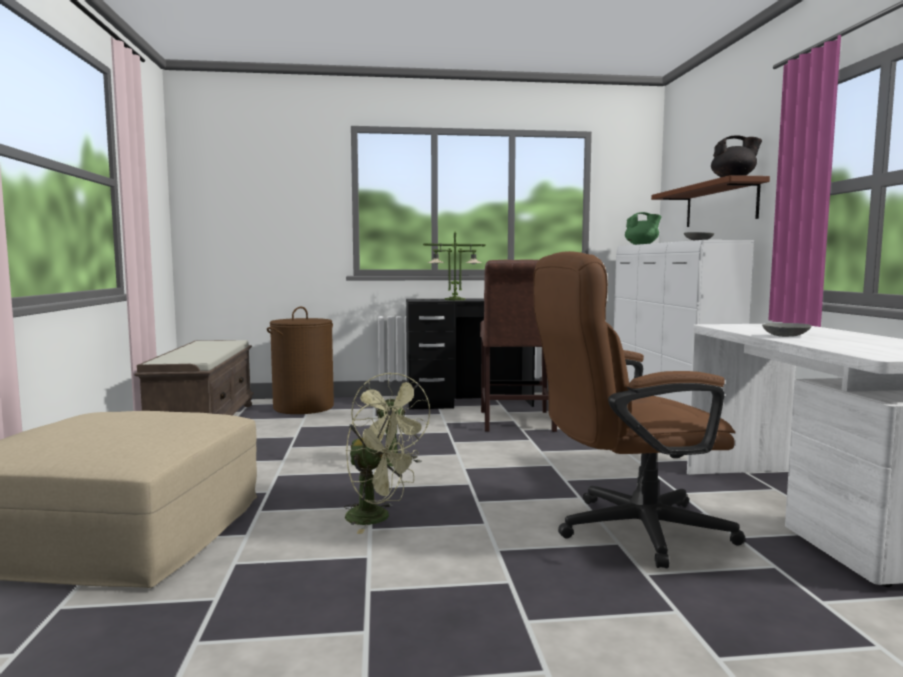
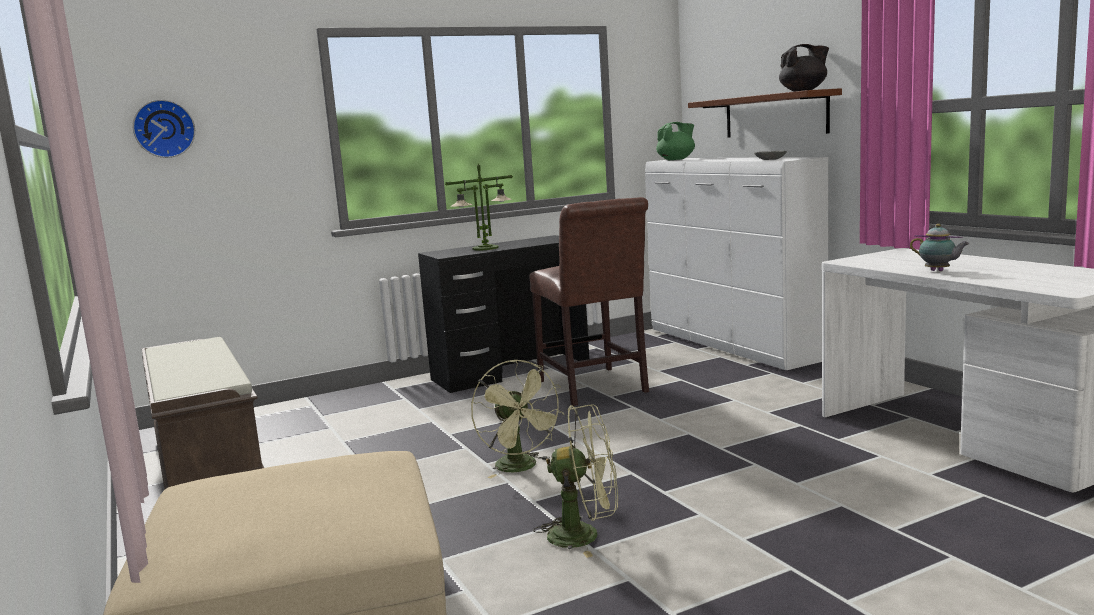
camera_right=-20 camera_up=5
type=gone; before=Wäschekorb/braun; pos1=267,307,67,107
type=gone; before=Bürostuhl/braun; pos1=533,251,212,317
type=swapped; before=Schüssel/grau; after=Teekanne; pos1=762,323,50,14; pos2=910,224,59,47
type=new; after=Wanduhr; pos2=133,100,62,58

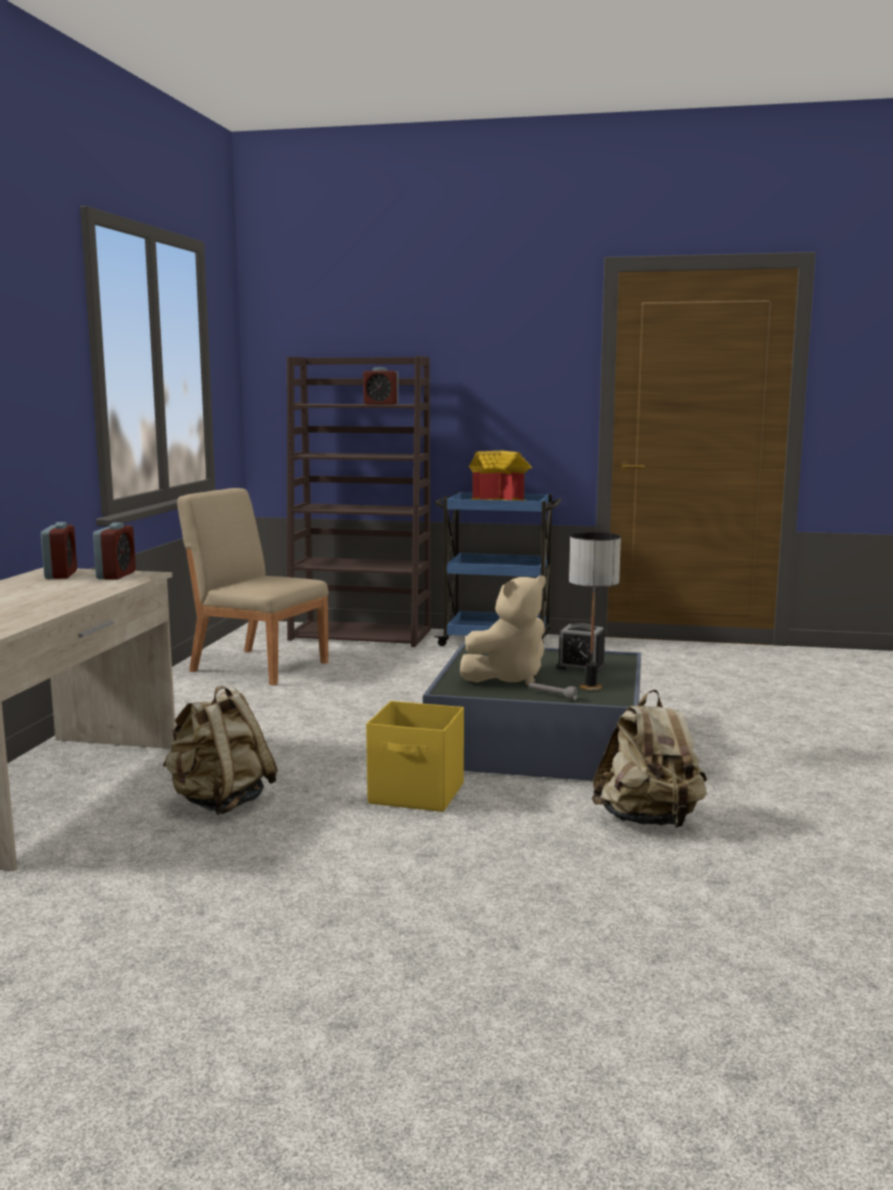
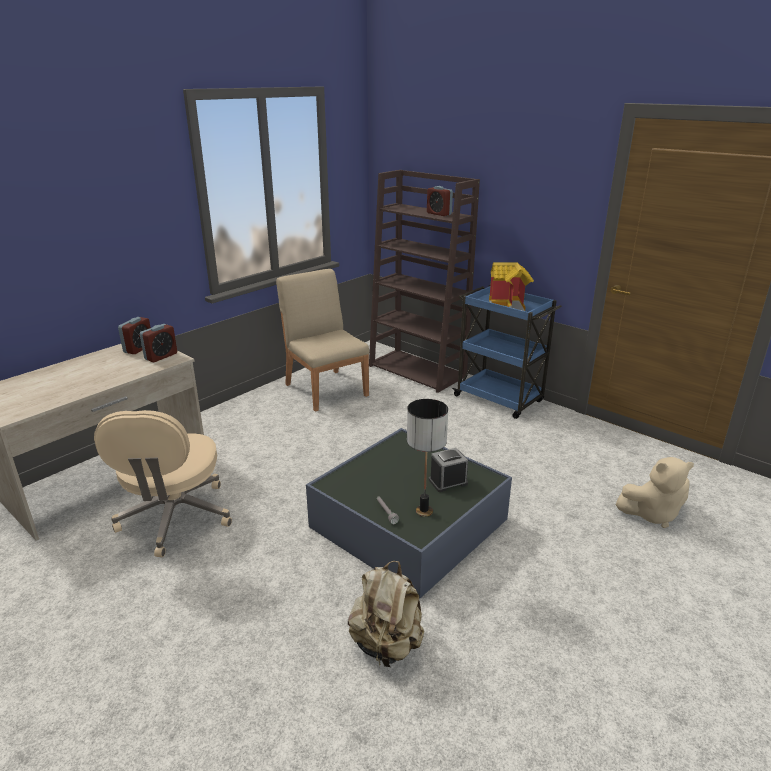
camera_right=30 camera_up=15
type=swapped; before=Rucksack/beige; after=Bürostuhl/beige; pos1=163,686,115,129; pos2=94,410,138,147
type=gone; before=Aufbewahrungsbox/gelb; pos1=366,701,98,111
type=shifted; before=Plüschtier/beige; pos1=460,575,86,111; pos2=616,457,78,71
type=rotated; before=Wecker; pos1=556,623,50,50; pos2=429,448,39,44; turn=105

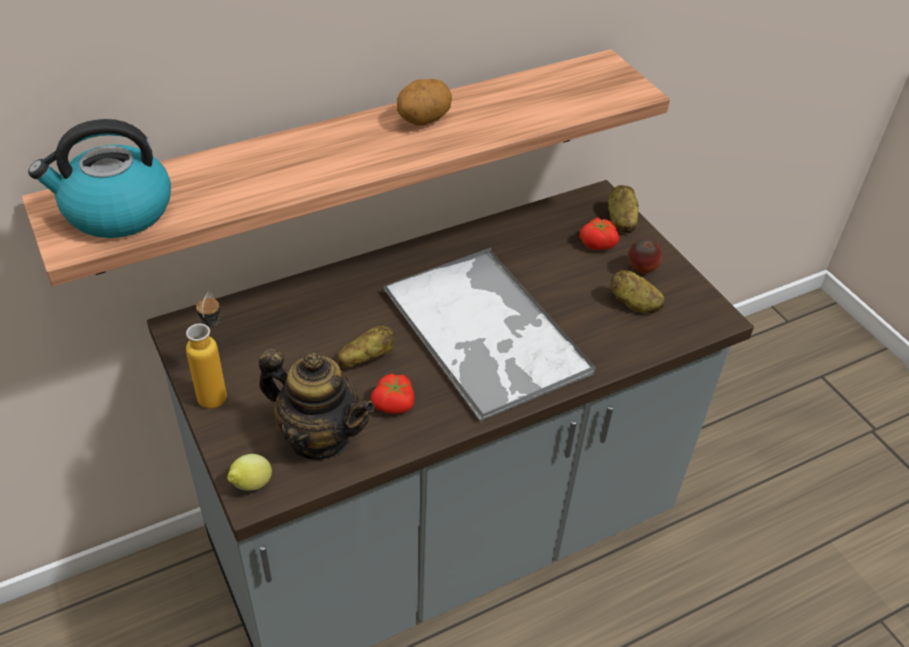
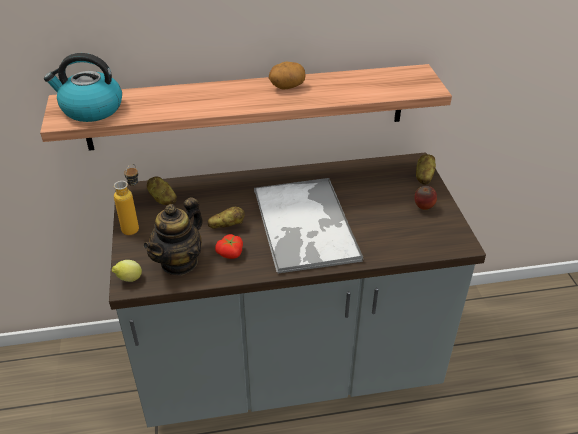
camera_right=20 camera_up=-5
type=rotated; before=Teekanne; pos1=259,349,116,111; pos2=143,197,60,79; turn=75
type=gone; before=Tomate; pos1=580,217,40,33
type=shifted; before=Kartoffel; pos1=610,270,55,43; pos2=147,176,30,29

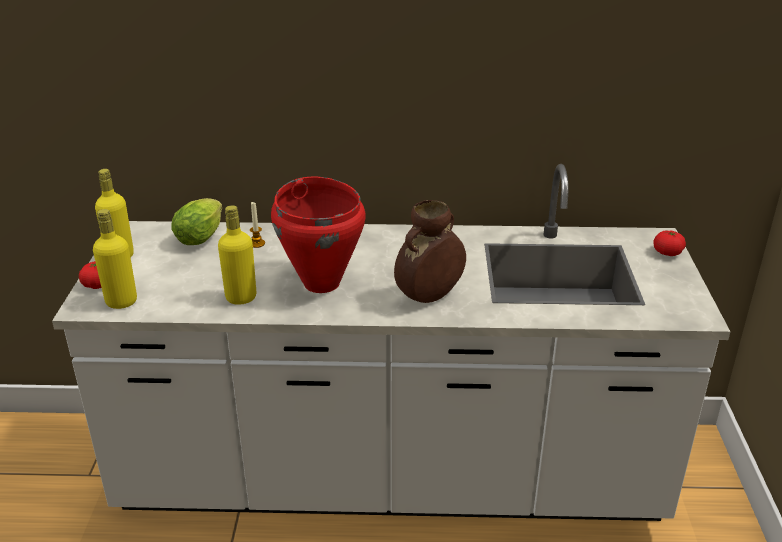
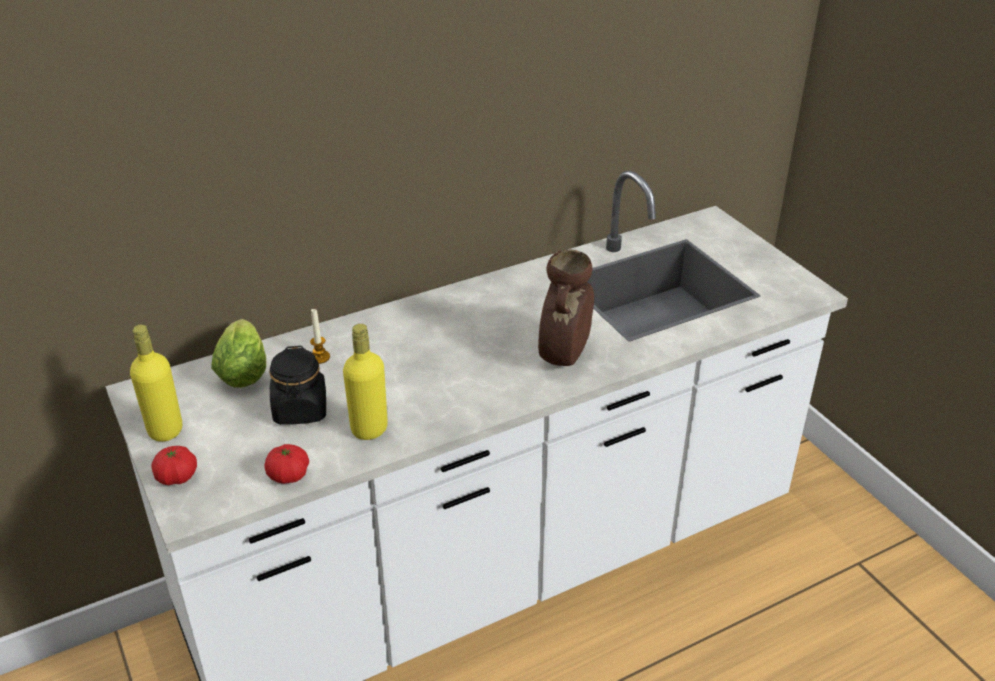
camera_right=-30 camera_up=5
type=gone; before=Flasche/gelb; pos1=93,209,44,100
type=gone; before=Kochtopf/rot; pos1=271,177,94,116
type=shifted; before=Tomate; pos1=653,230,33,26; pos2=264,444,45,40
type=new; after=Vorratsglas/schwarz; pos2=269,346,57,79

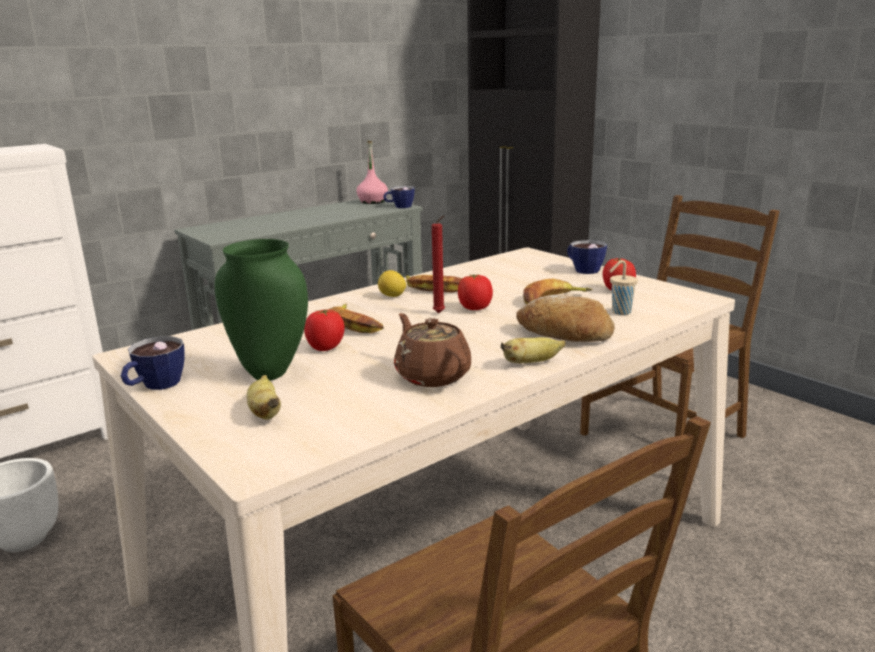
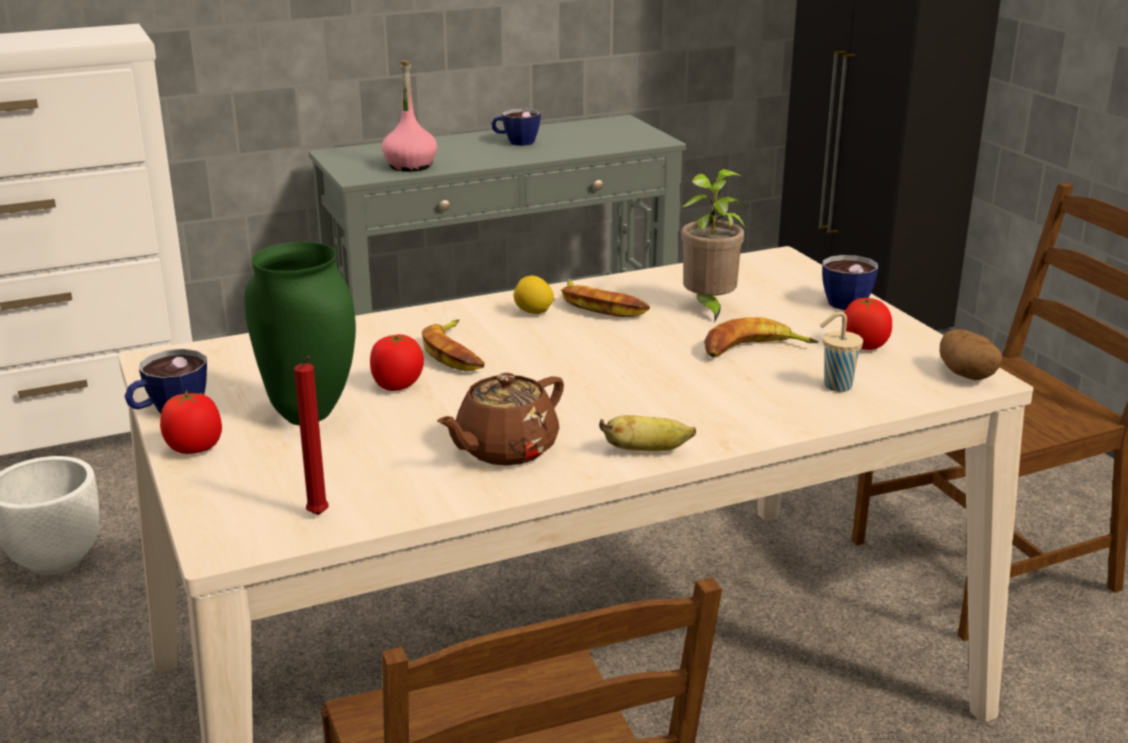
camera_right=15 camera_up=5
type=gone; before=Banane; pos1=247,375,34,45
type=shifted; before=Flasche/rosa; pos1=356,141,32,63; pos2=382,60,55,112
type=shifted; before=Tasse; pos1=383,186,32,22; pos2=491,108,50,38
type=rotated; before=Teekanne/braun; pos1=394,313,77,74; pos2=437,373,127,93; turn=-120
type=shifted; before=Kerze/rot; pos1=432,216,13,97; pos2=294,356,35,159
type=shifted; before=Tomate; pos1=458,274,35,36; pos2=160,390,62,64
type=gone; before=Brot; pos1=516,295,98,47
type=new; after=Topfpflanze; pos2=680,169,67,154
type=new; after=Kartoffel; pos2=939,329,63,51

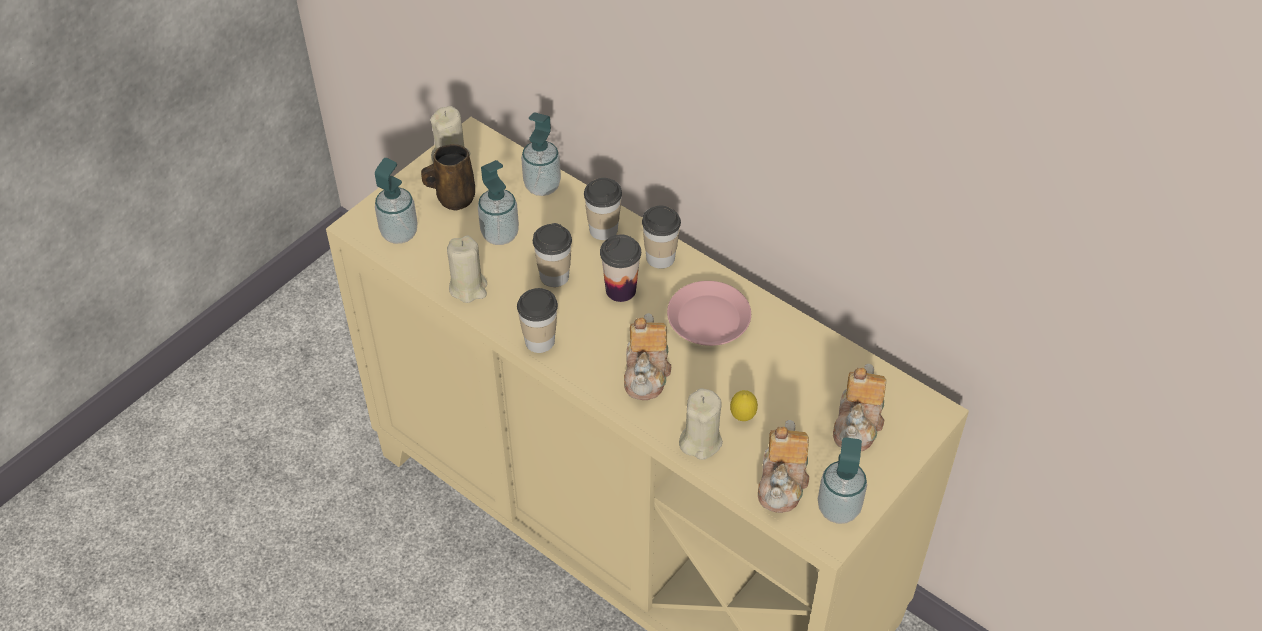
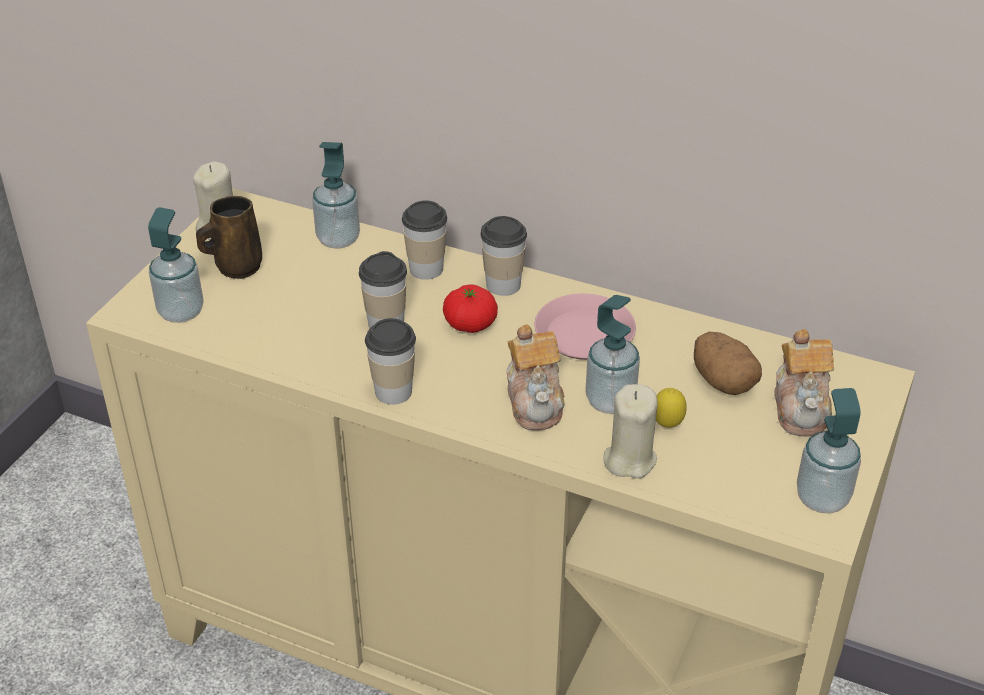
camera_right=-15 camera_up=-10
type=gone; before=Kerze/beige; pos1=447,235,40,68
type=shifted; before=Seifenspender; pos1=478,160,41,85; pos2=585,295,55,119
type=swapped; before=Tasse; after=Tomate; pos1=600,235,41,67; pos2=443,284,55,49
type=gone; before=Teekanne; pos1=758,420,51,93
type=new; after=Kartoffel; pos2=694,332,68,63

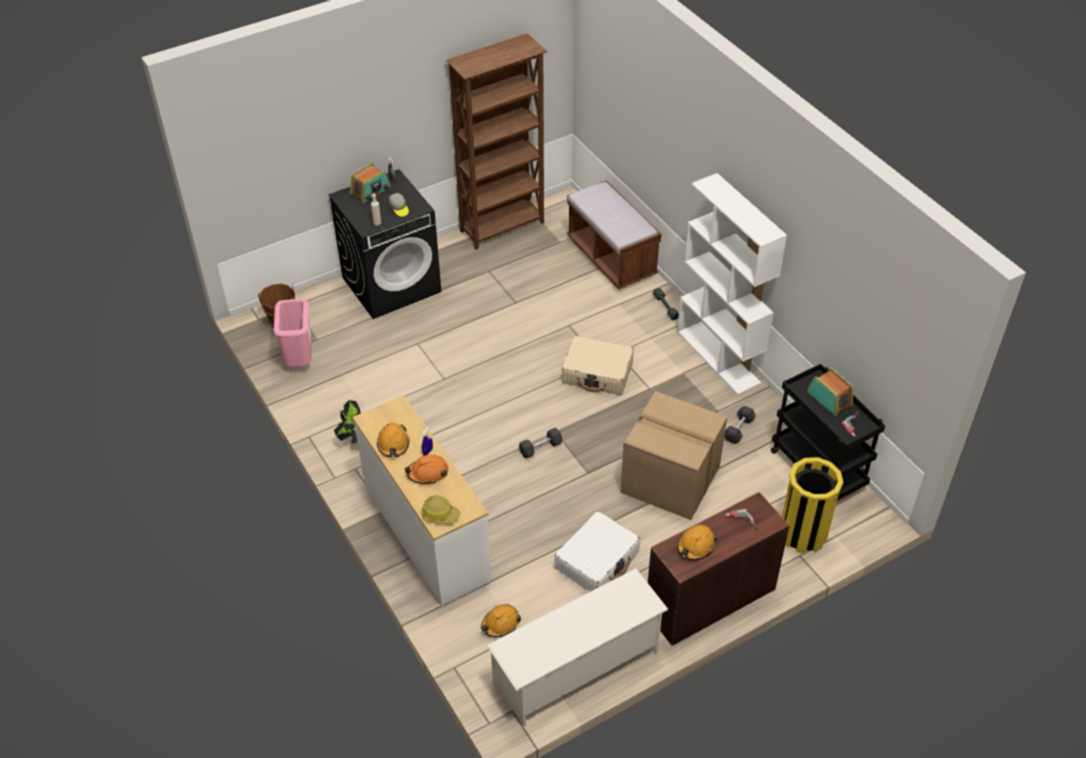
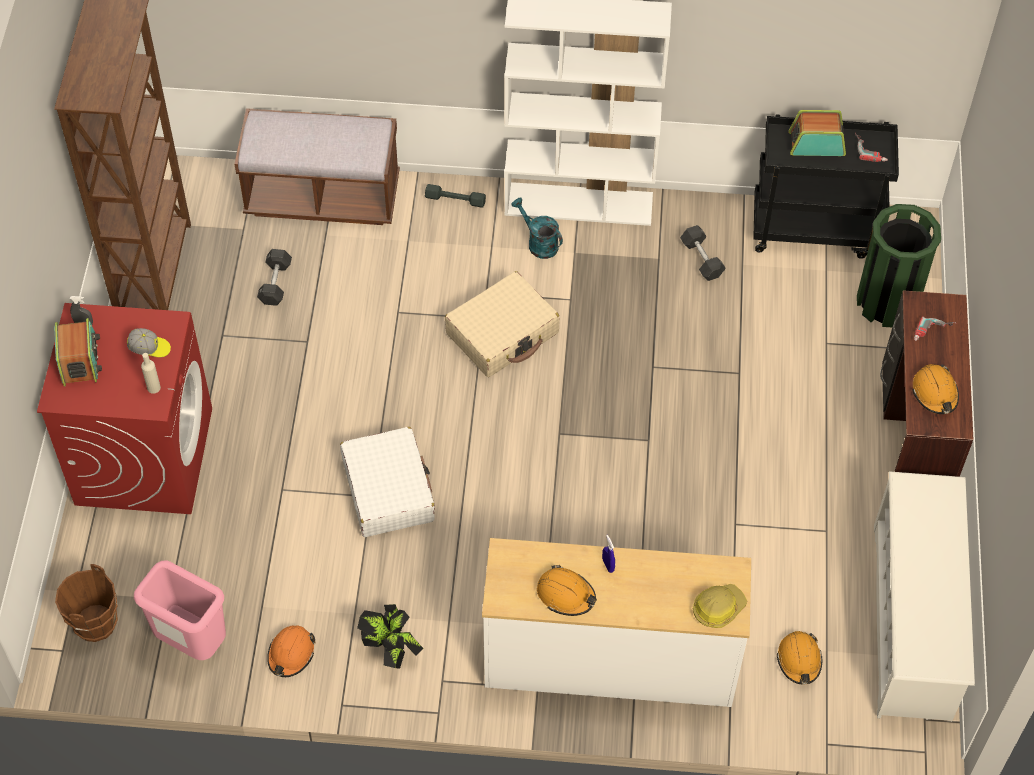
camera_right=-55 camera_up=10
type=repainted; before=Waschmaschine/schwarz; after=Waschmaschine/rot; pos1=328,169,113,150; pos2=37,303,175,211
type=shifted; before=Schutzhelm/orange; pos1=404,454,44,30; pos2=267,625,49,52
type=shifted; before=Hantel/grau; pos1=519,428,43,30; pos2=257,249,35,57
type=shifted; before=Koffer/weiß; pos1=554,511,86,81; pos2=340,427,95,110
type=gone; before=Karton; pos1=620,391,107,129
type=repainted; before=Mülleimer/gelb; after=Mülleimer/grün; pos1=782,457,61,97; pos2=857,204,84,123
type=new; after=Gießkanne/türkis; pos2=511,198,52,61

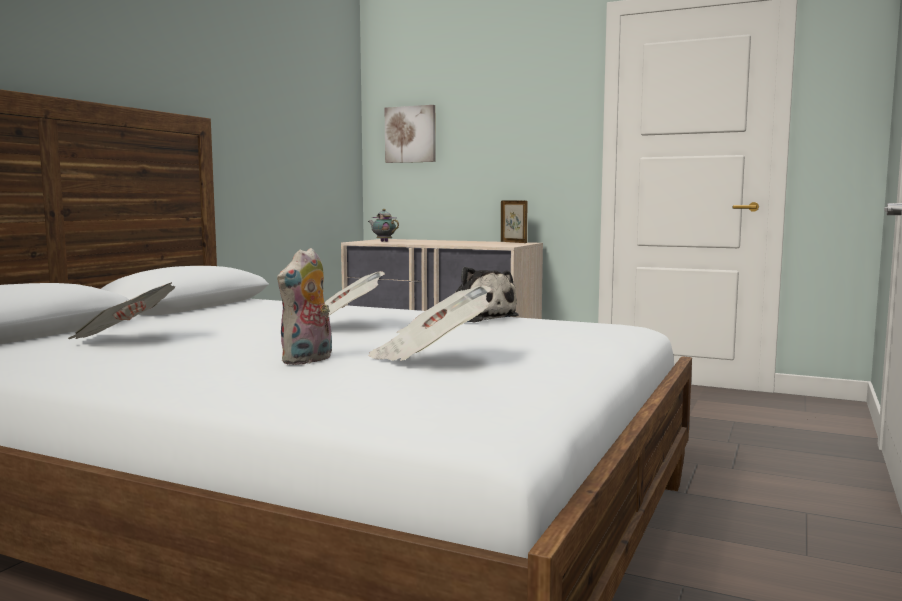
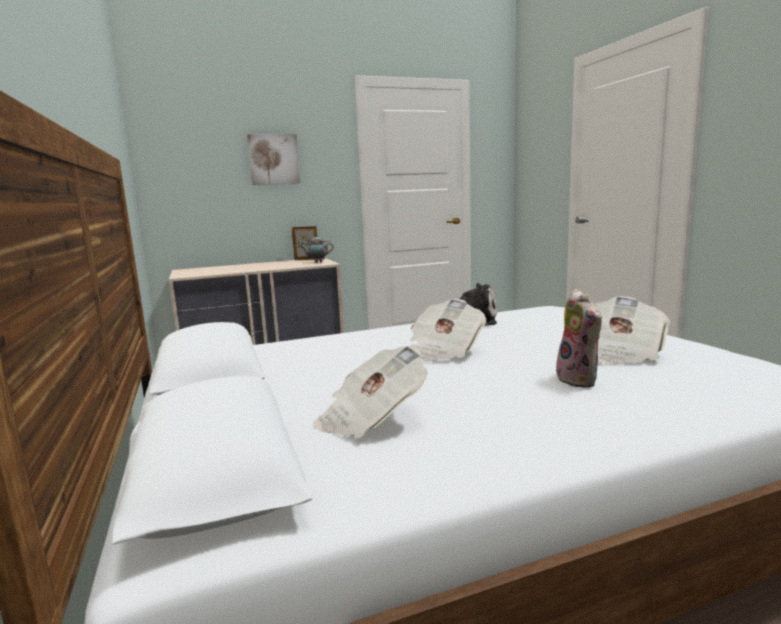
camera_right=-45 camera_up=5
type=shifted; before=Teekanne; pos1=368,209,31,33; pos2=301,235,33,28
type=shifted; before=Bild; pos1=385,105,51,58; pos2=247,134,53,51

